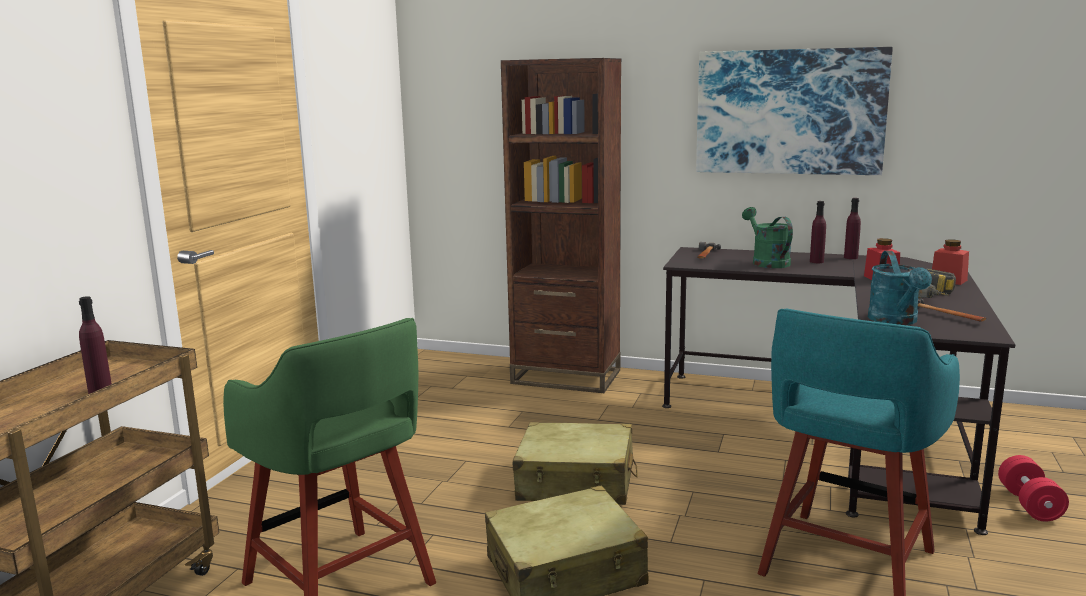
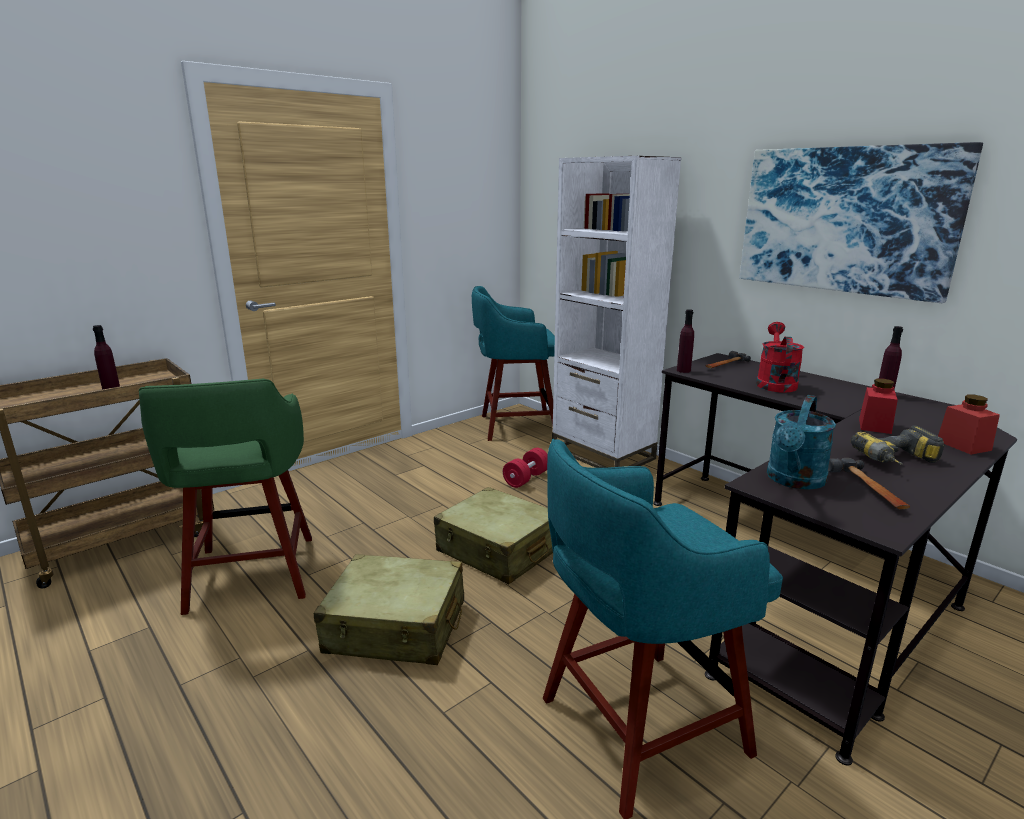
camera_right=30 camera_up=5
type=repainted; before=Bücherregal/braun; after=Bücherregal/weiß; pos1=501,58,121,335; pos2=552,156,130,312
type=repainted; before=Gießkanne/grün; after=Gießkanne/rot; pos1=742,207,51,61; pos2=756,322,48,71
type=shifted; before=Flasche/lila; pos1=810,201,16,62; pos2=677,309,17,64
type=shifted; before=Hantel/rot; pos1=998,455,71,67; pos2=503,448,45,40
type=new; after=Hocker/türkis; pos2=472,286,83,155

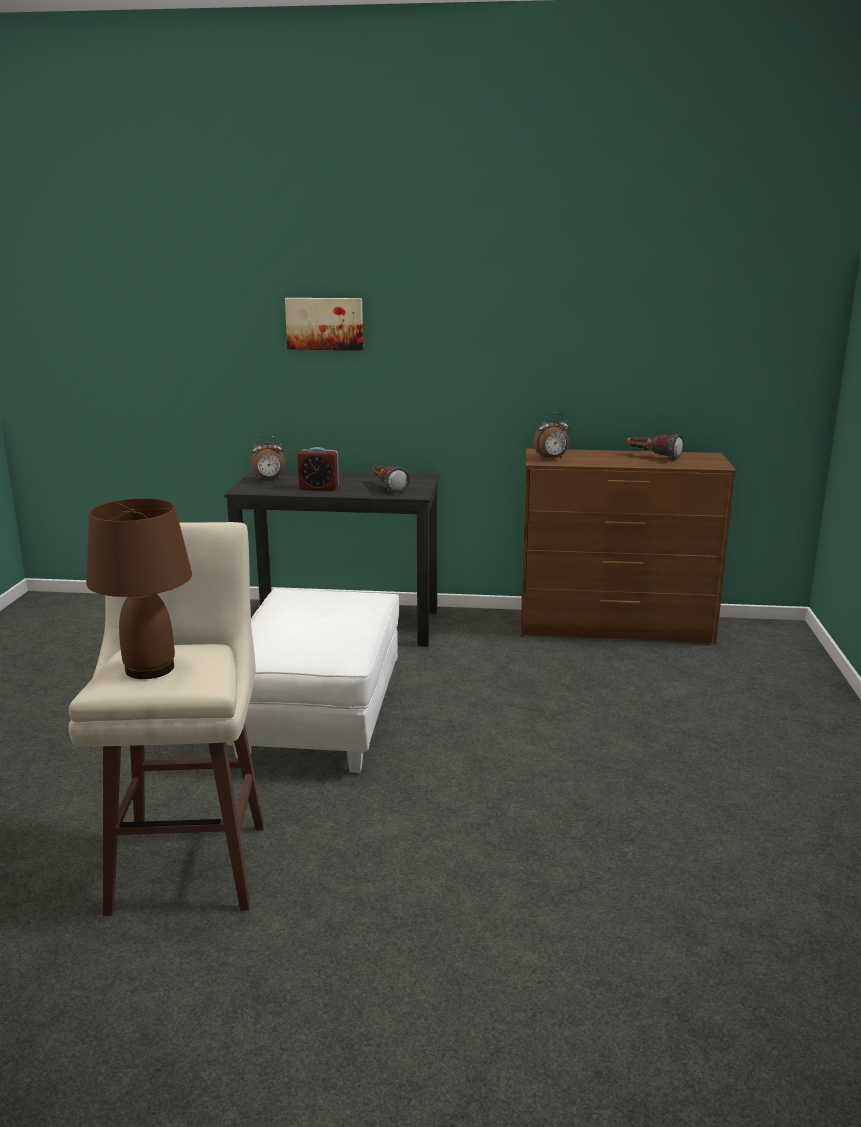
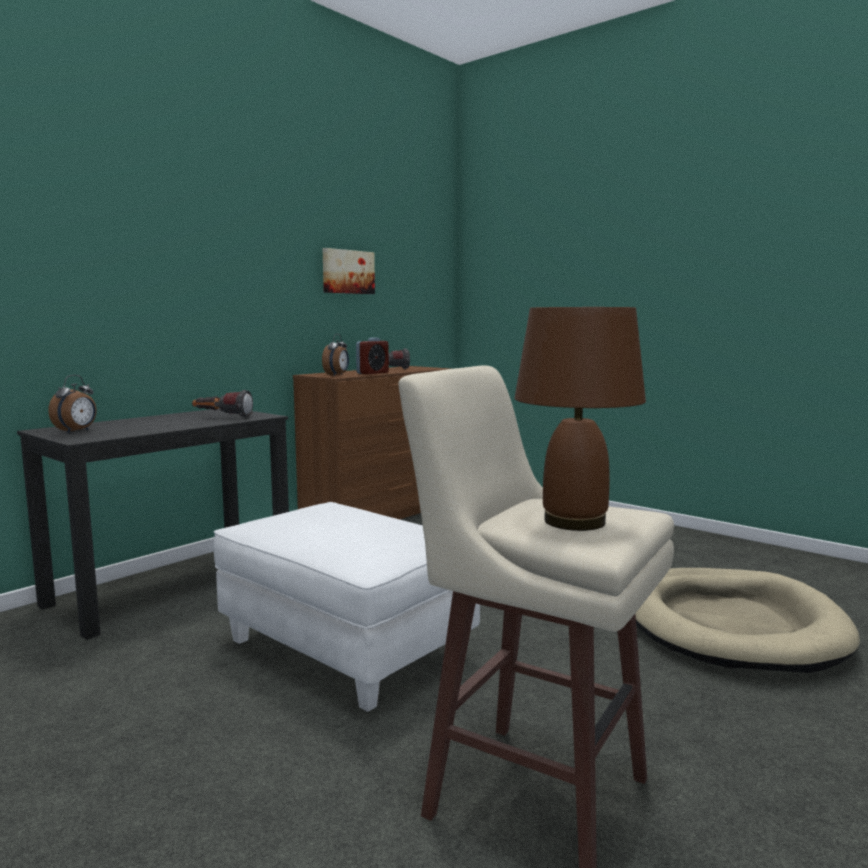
camera_right=-55 camera_up=-10
type=shifted; before=Bild; pos1=285,298,78,52; pos2=323,248,52,46
type=shifted; before=Wecker; pos1=297,447,42,44; pos2=356,337,33,37
type=new; after=Hundebett/beige; pos2=635,568,225,105

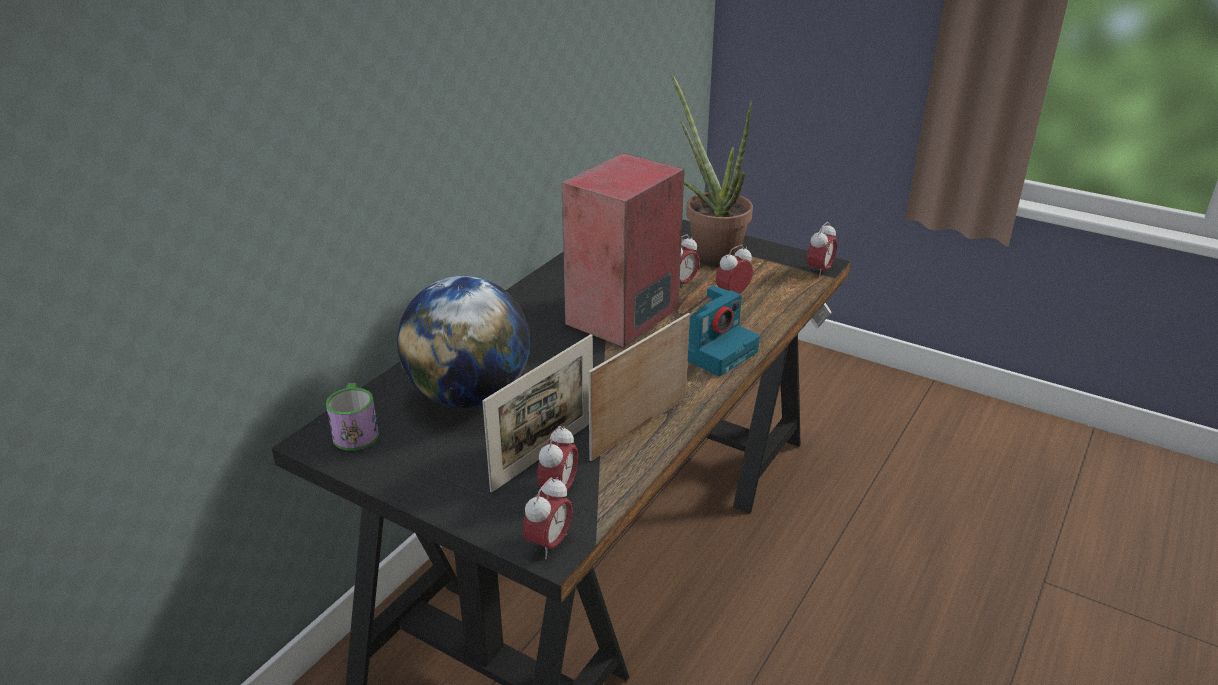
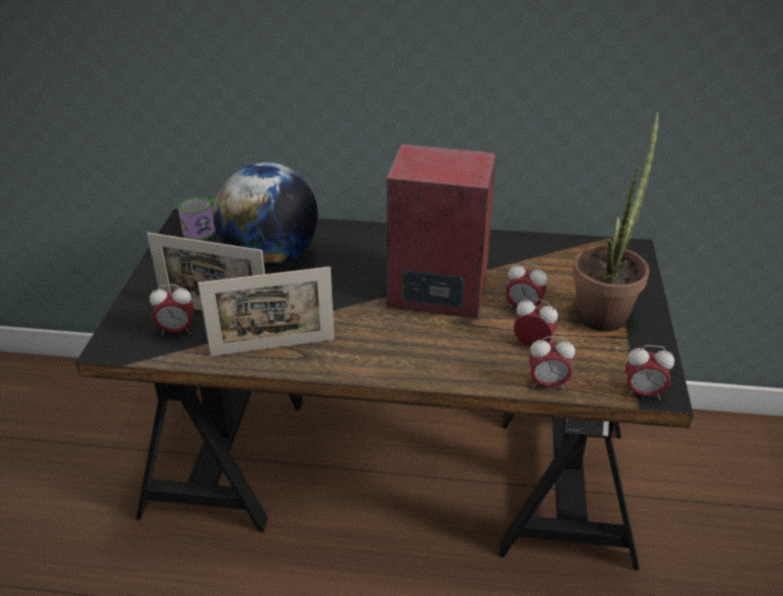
camera_right=65 camera_up=5
type=shifted; before=Wecker; pos1=523,477,49,82; pos2=529,336,46,54
type=rotated; before=Bilderrahmen; pos1=588,313,102,148; pos2=198,267,136,89; turn=150
type=gone; before=Kamera; pos1=688,286,72,91

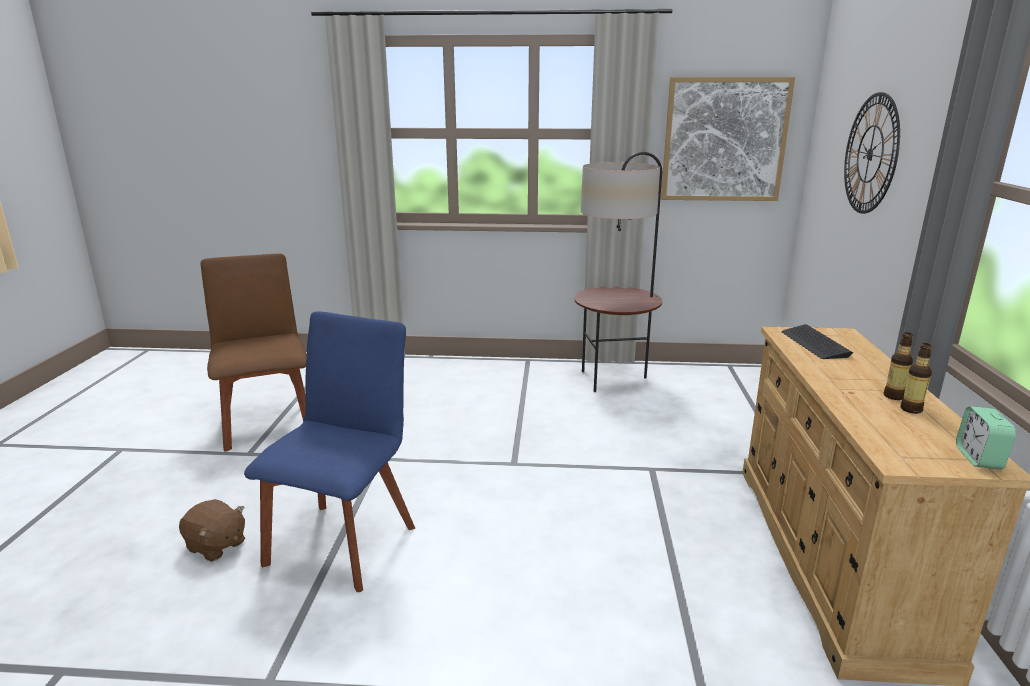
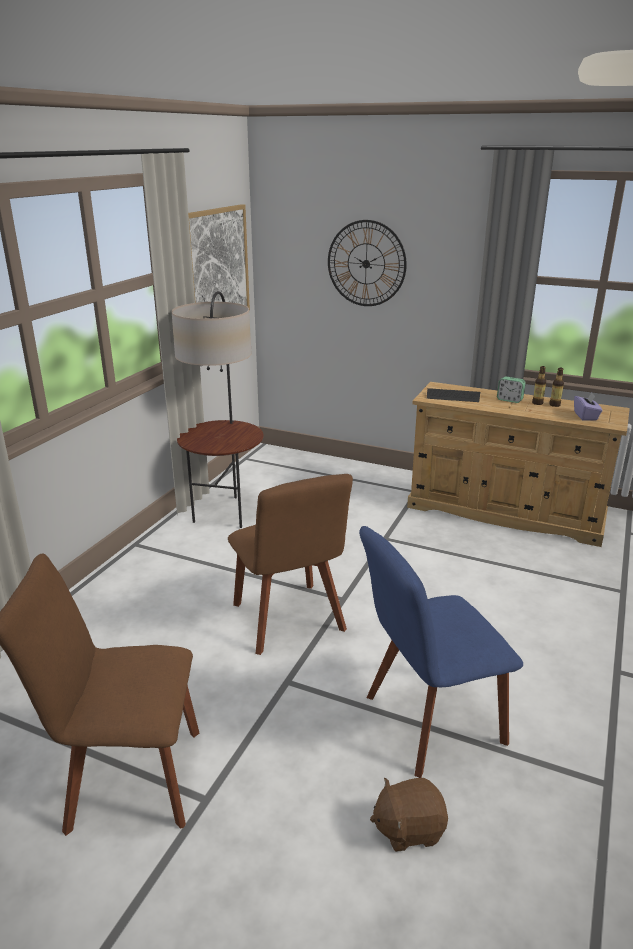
camera_right=-70 camera_up=5
type=rotated; before=Plüschtier/braun; pos1=179,499,66,63; pos2=370,778,78,74; turn=-150
type=rotated; before=Stuhl/blau; pos1=244,311,172,281; pos2=359,526,164,252; turn=-60
type=shifted; before=Wecker; pos1=956,406,60,63; pos2=497,376,29,27
type=new; after=Stuhl/braun; pos2=228,474,125,181
type=new; after=Taschentuchbox/lila; pos2=574,392,28,29

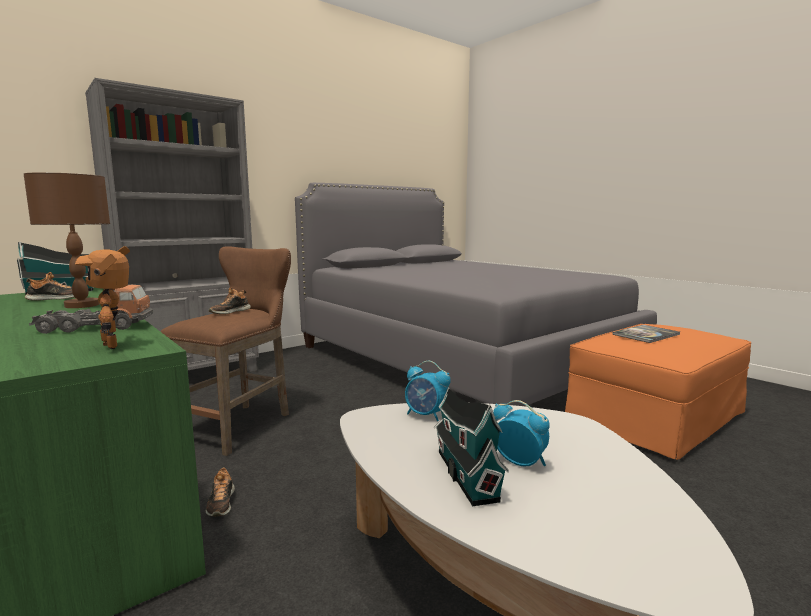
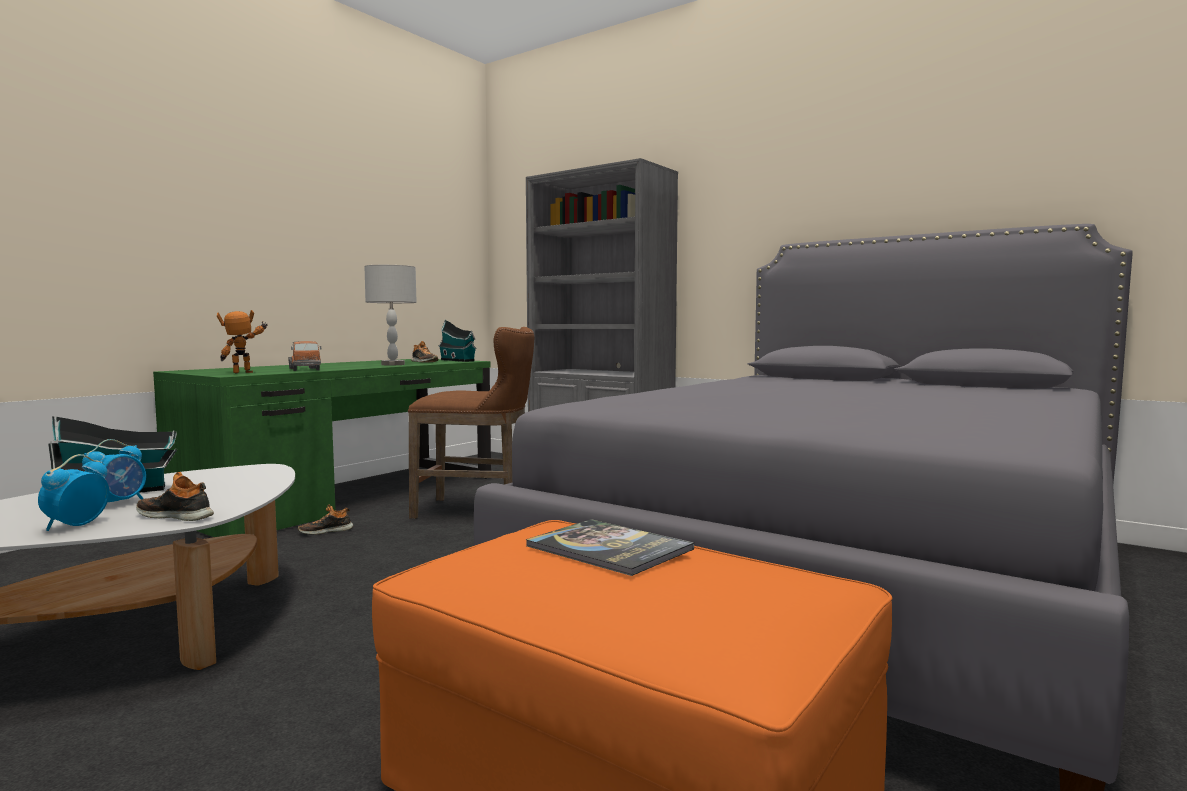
camera_right=75 camera_up=-5
type=repainted; before=Tischlampe/braun; after=Tischlampe/grau; pos1=24,172,86,136; pos2=364,265,53,100
type=shifted; before=Schuh; pos1=209,288,42,26; pos2=136,472,78,49
type=shifted; before=Wecker; pos1=405,361,46,60; pos2=38,454,71,77

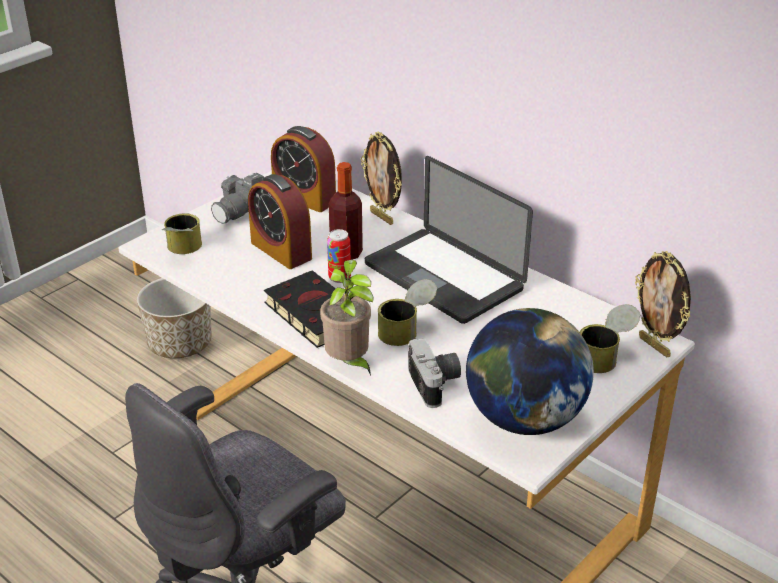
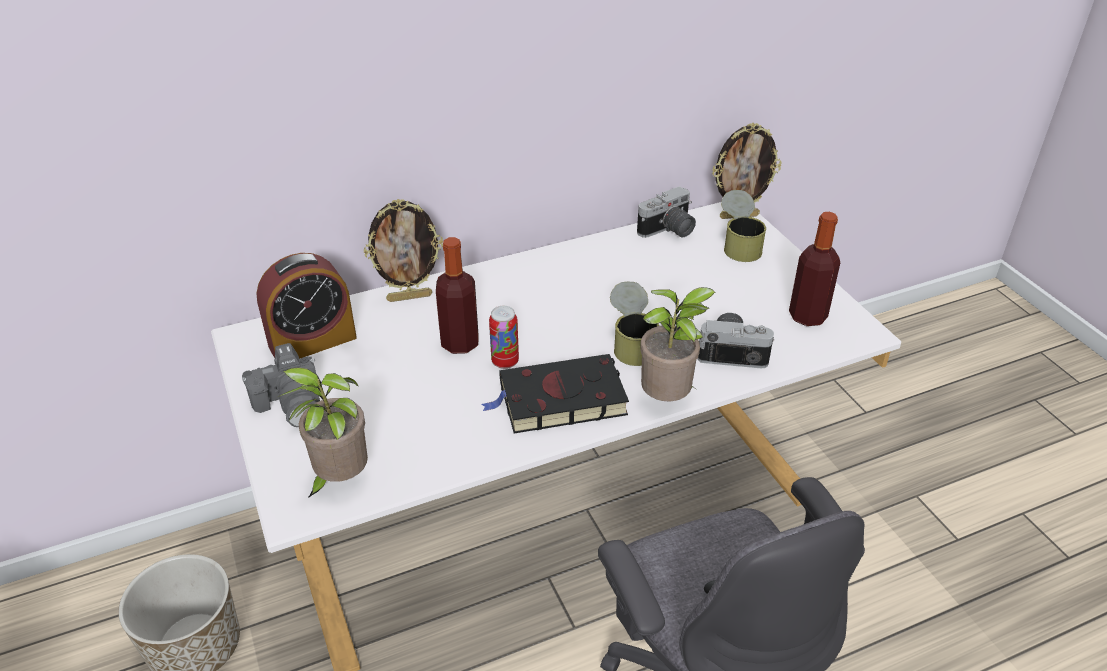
camera_right=-65 camera_up=5
type=swapped; before=Dose; after=Topfpflanze; pos1=162,213,40,41; pos2=278,367,90,131
type=gone; before=Wecker; pos1=248,174,64,95
type=gone; before=Laptop; pos1=365,156,168,168
type=swapped; before=Globus; after=Flasche; pos1=466,308,128,127; pos2=789,212,51,114
type=new; after=Kamera; pos2=637,186,59,52

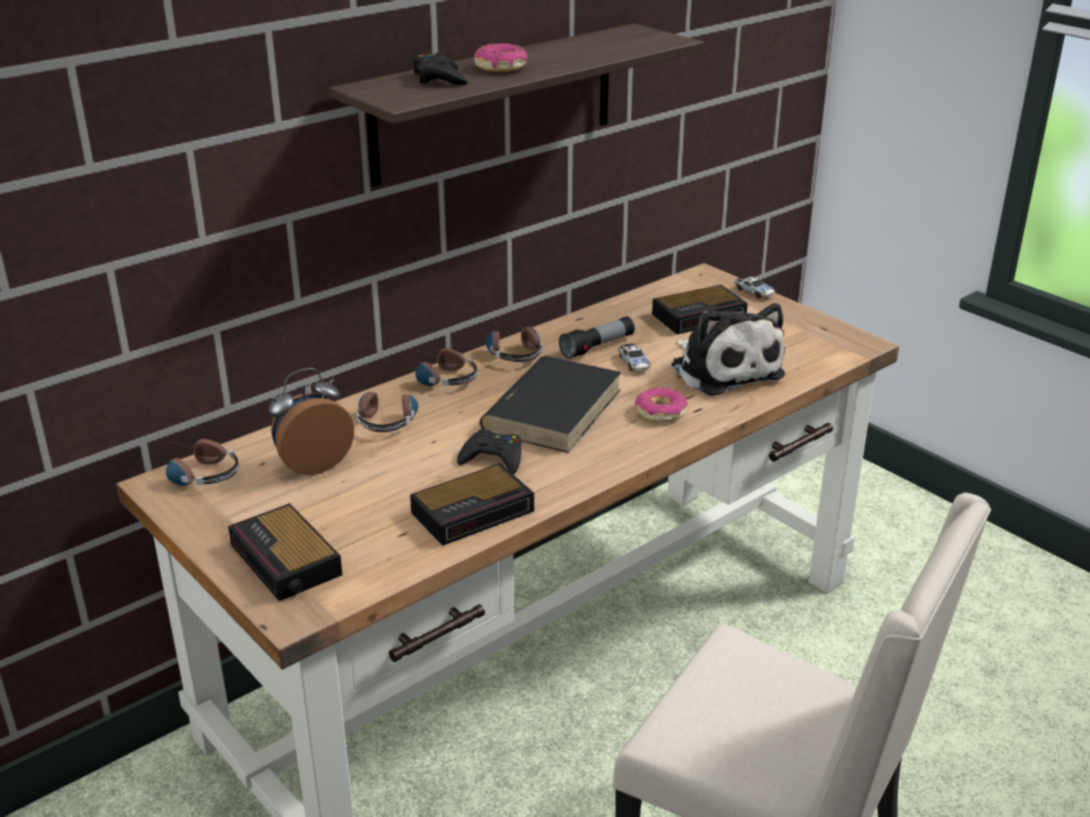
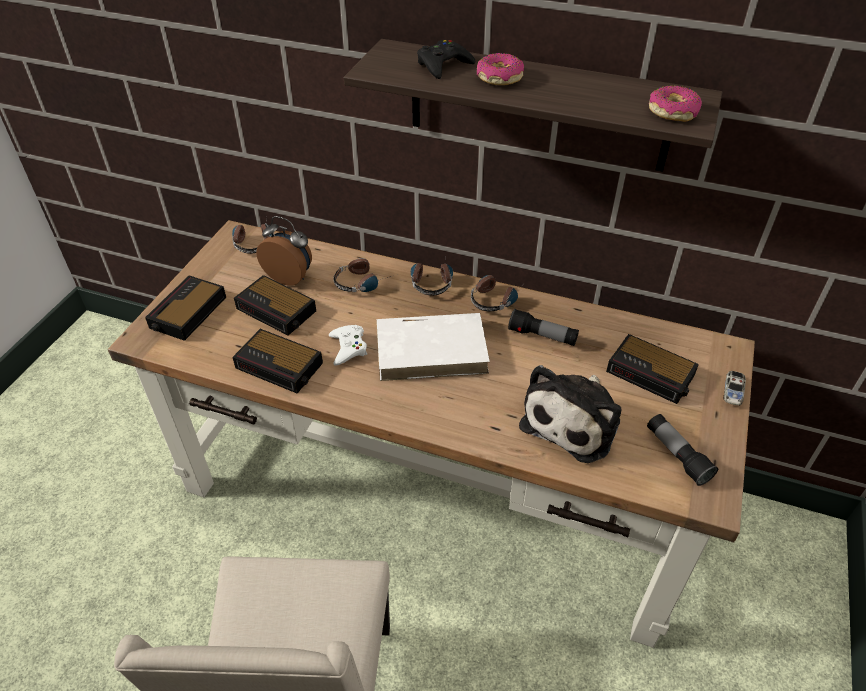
camera_right=60 camera_up=15
type=repainted; before=Gamepad/schwarz; after=Gamepad/weiß; pos1=457,428,65,46; pos2=329,325,38,40
type=repainted; before=Buch/schwarz; after=Buch/weiß; pos1=480,356,142,97; pos2=376,313,114,68
type=gone; before=Spielzeugauto; pos1=618,344,32,27
type=shifted; before=Donut; pos1=635,387,53,35; pos2=649,85,53,37
type=new; after=Wecker; pos2=234,275,82,60
type=new; after=Taschenlampe; pos2=647,414,71,72

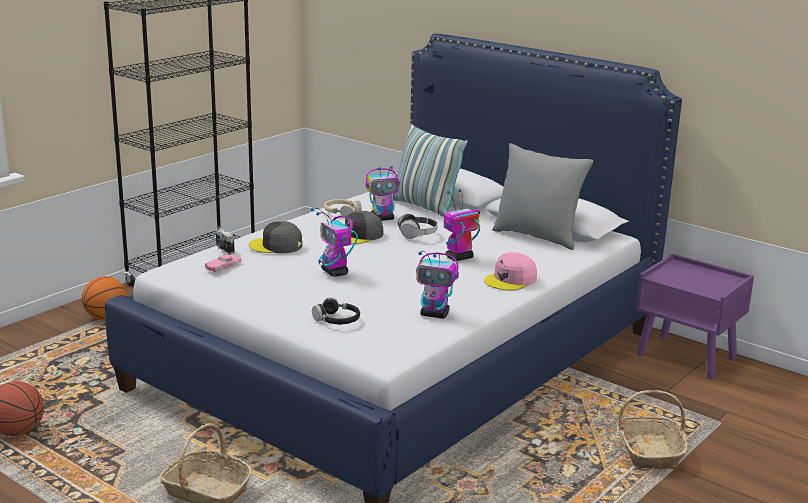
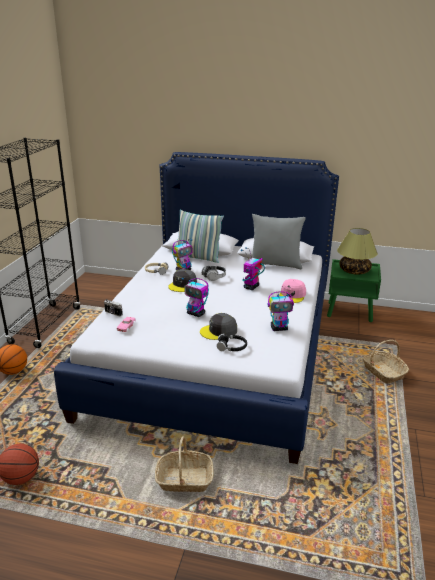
camera_right=-25 camera_up=5
type=shifted; before=Kappe/grau; pos1=249,221,54,32; pos2=200,313,37,27
type=repainted; before=Nachttisch/lila; after=Nachttisch/grün; pos1=636,254,118,125; pos2=327,259,54,63
type=new; after=Tischlampe; pos2=337,228,41,47

